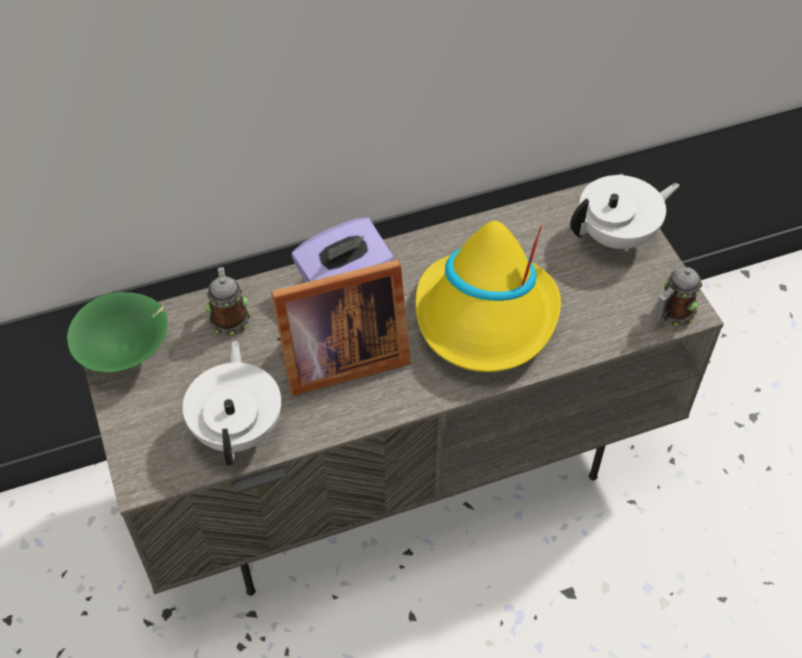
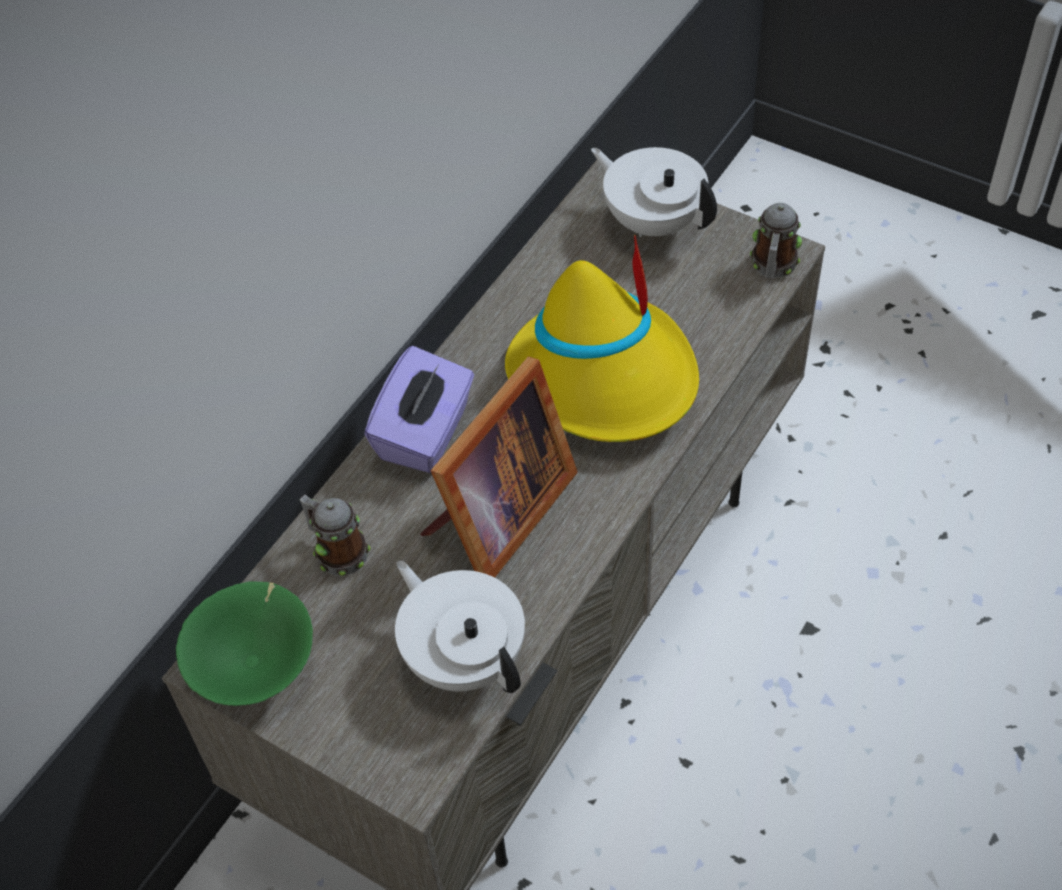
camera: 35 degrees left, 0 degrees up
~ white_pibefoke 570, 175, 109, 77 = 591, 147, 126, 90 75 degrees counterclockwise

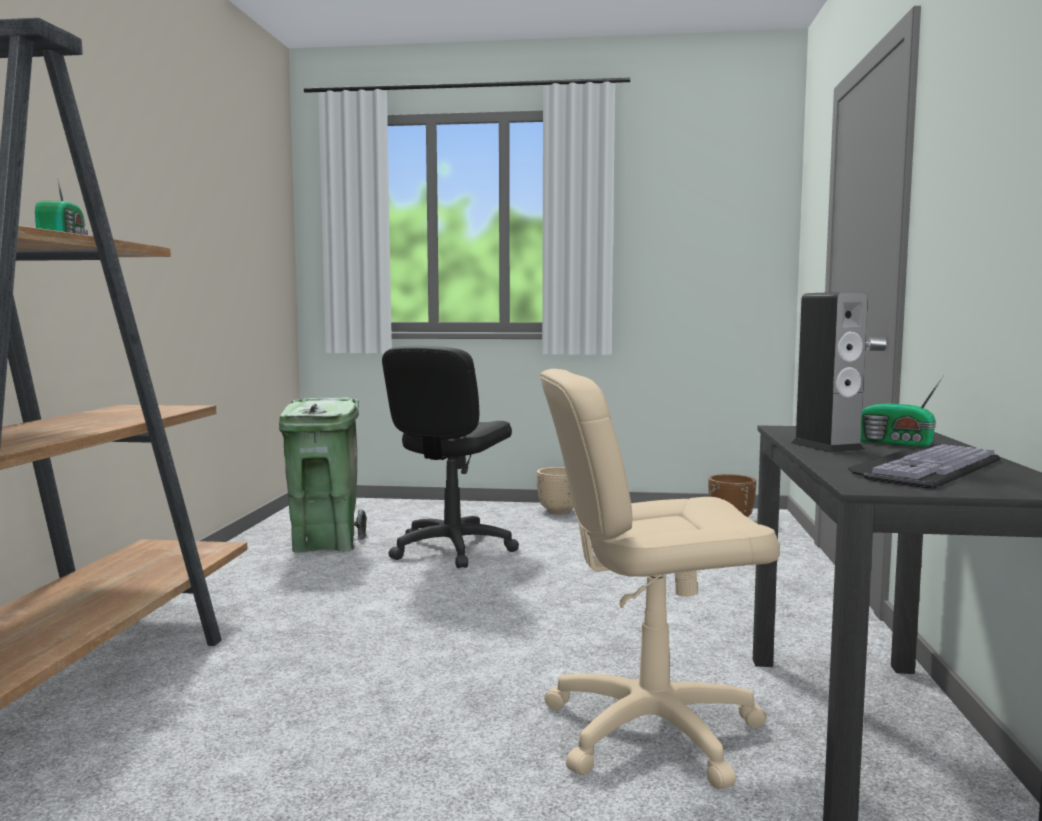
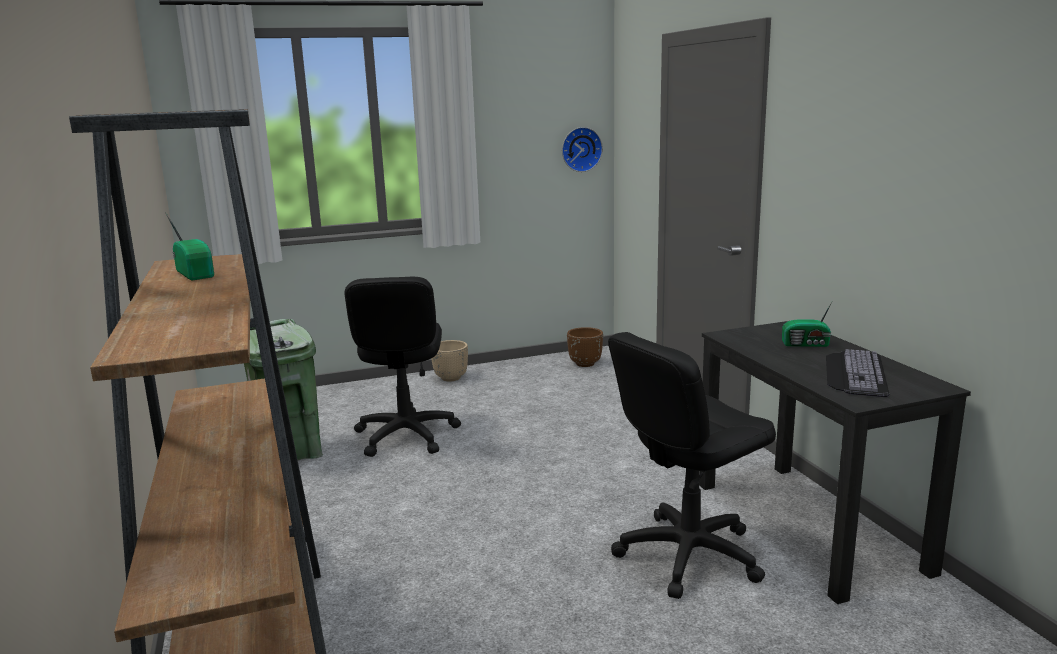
camera: 25 degrees left, 10 degrees up
- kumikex 791, 292, 77, 161
~ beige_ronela 540, 369, 240, 420 to black_ronela 608, 332, 168, 267
+ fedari 562, 127, 41, 45

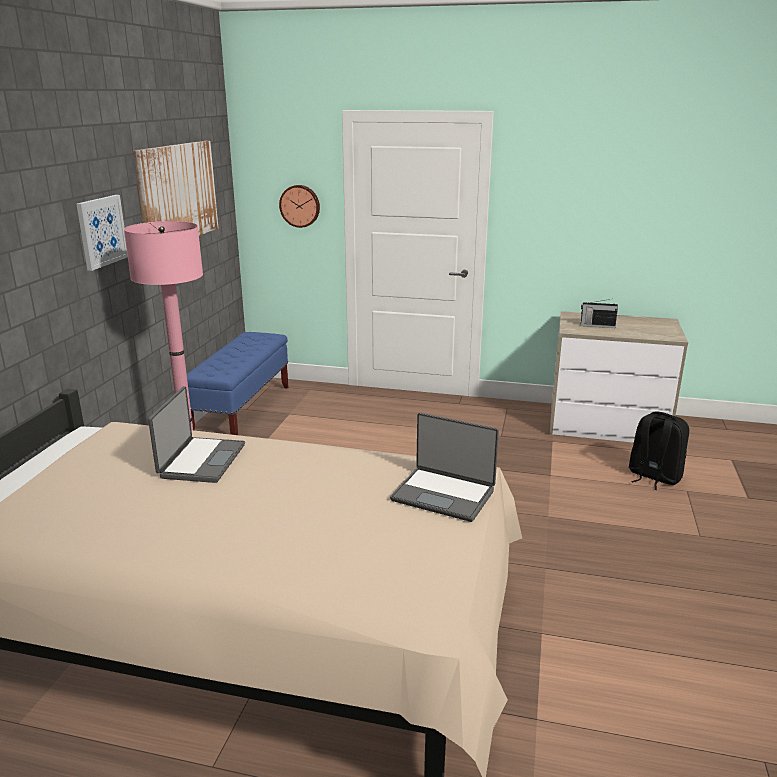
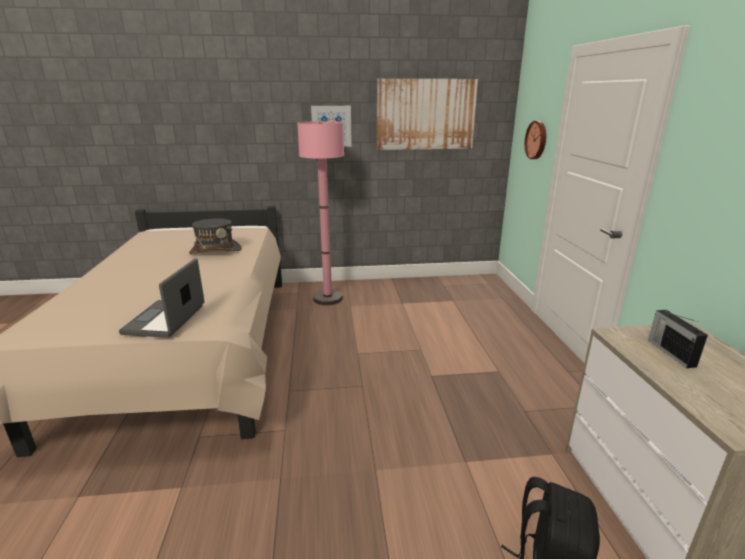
camera: 70 degrees right, 0 degrees up
- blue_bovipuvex 187, 332, 101, 103
~ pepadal 148, 386, 97, 97 to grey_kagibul 189, 218, 53, 36

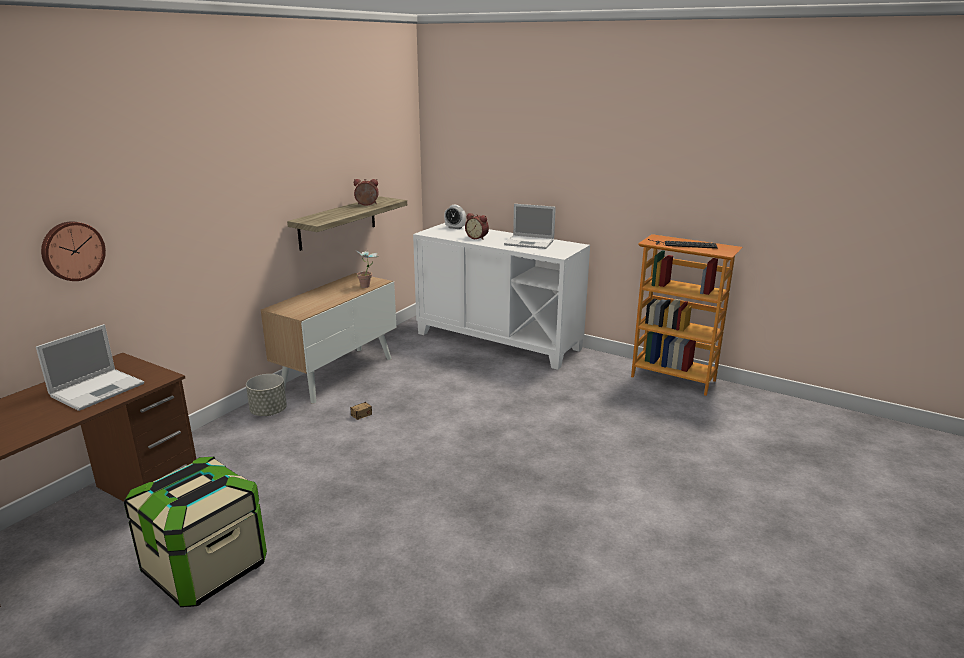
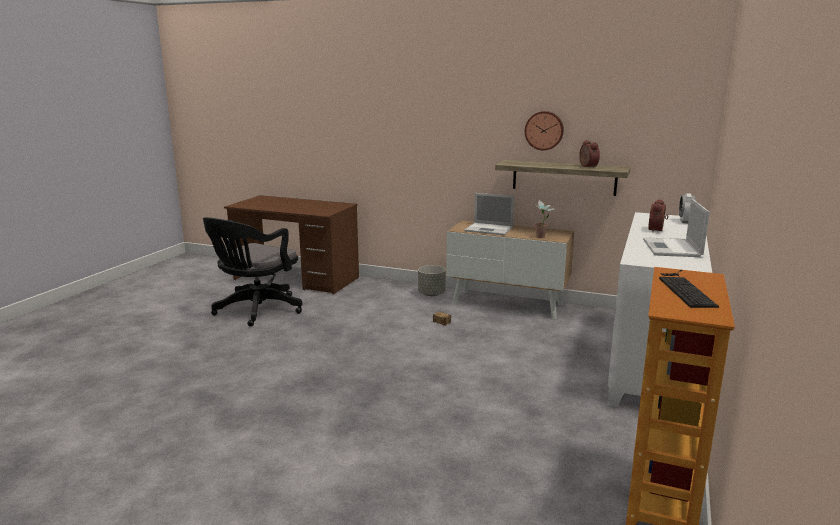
camera: 80 degrees right, 5 degrees down
~ fedari 41, 221, 65, 60 to 525, 111, 39, 40
~ pepadal 36, 324, 108, 87 to 465, 193, 49, 42
~ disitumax 124, 457, 143, 150 to black_ronela 203, 217, 100, 110

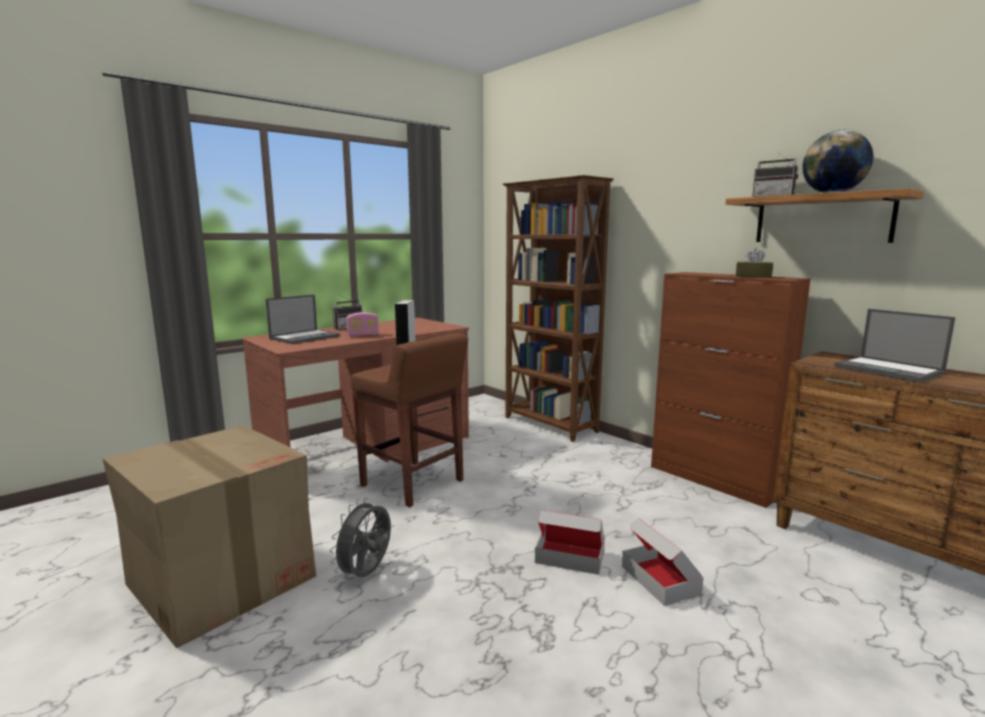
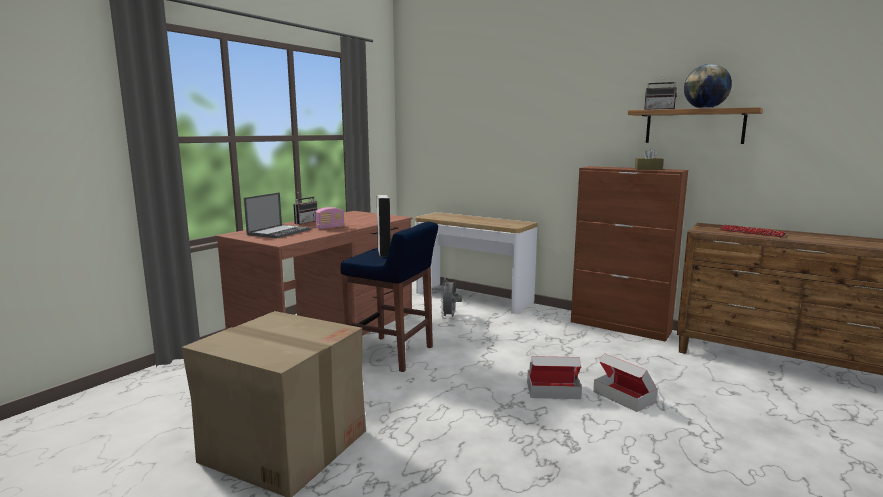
camera: 15 degrees left, 0 degrees up
~ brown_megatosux 502, 175, 112, 267 to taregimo 415, 212, 123, 102
~ pepadal 834, 309, 122, 73 to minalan 719, 225, 67, 12
~ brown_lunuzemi 351, 333, 117, 174 to blue_lunuzemi 340, 222, 98, 150
~ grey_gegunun 330, 498, 61, 81 to 440, 277, 22, 42

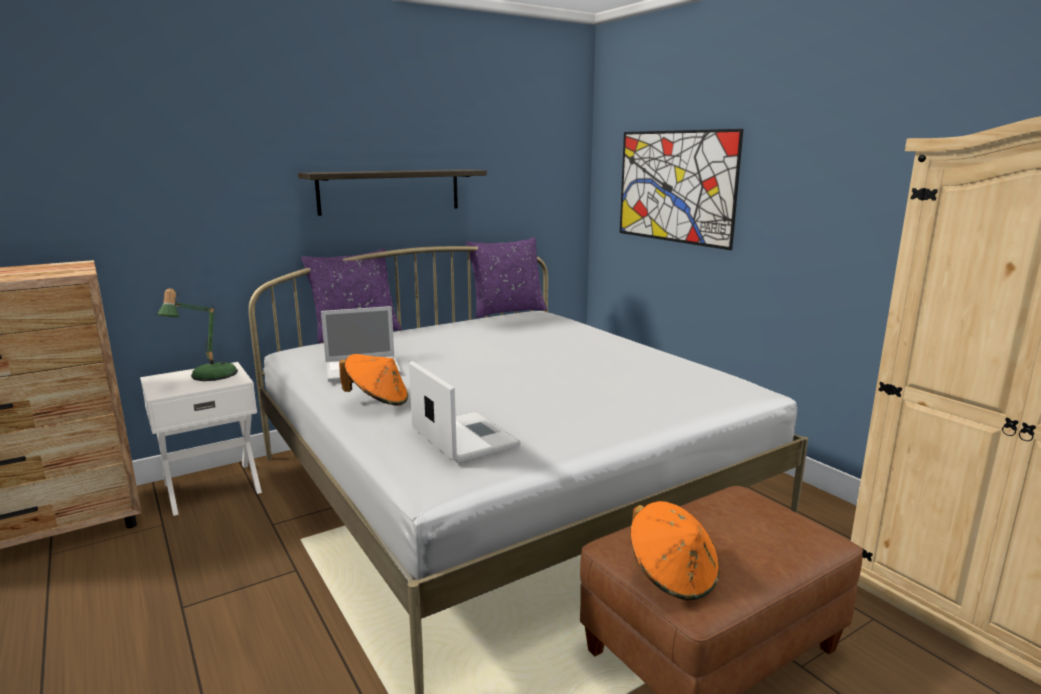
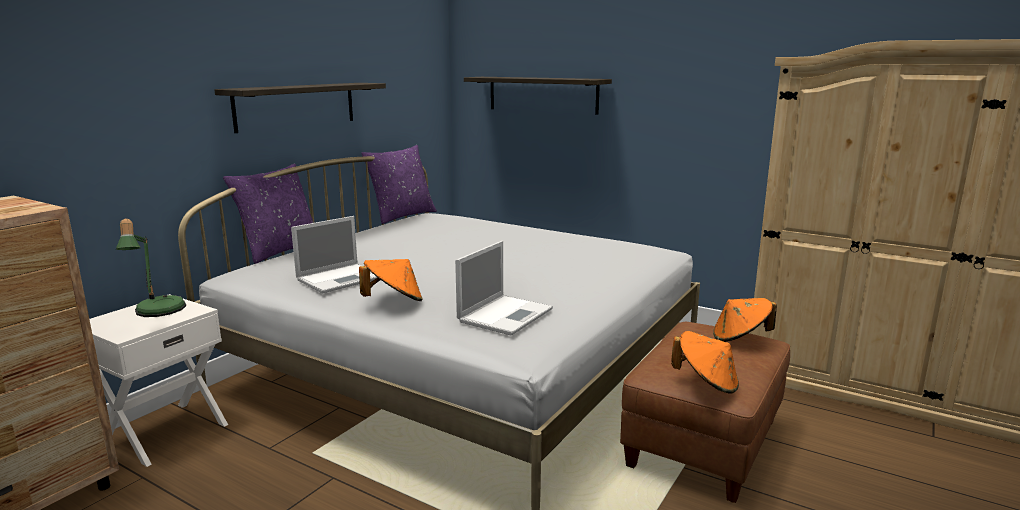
camera: 25 degrees left, 0 degrees up
~ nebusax 620, 129, 123, 121 to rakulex 464, 77, 148, 38
~ pepadal 409, 361, 112, 102 = 455, 241, 98, 95 90 degrees clockwise
+ orange_kagibul 713, 298, 64, 44

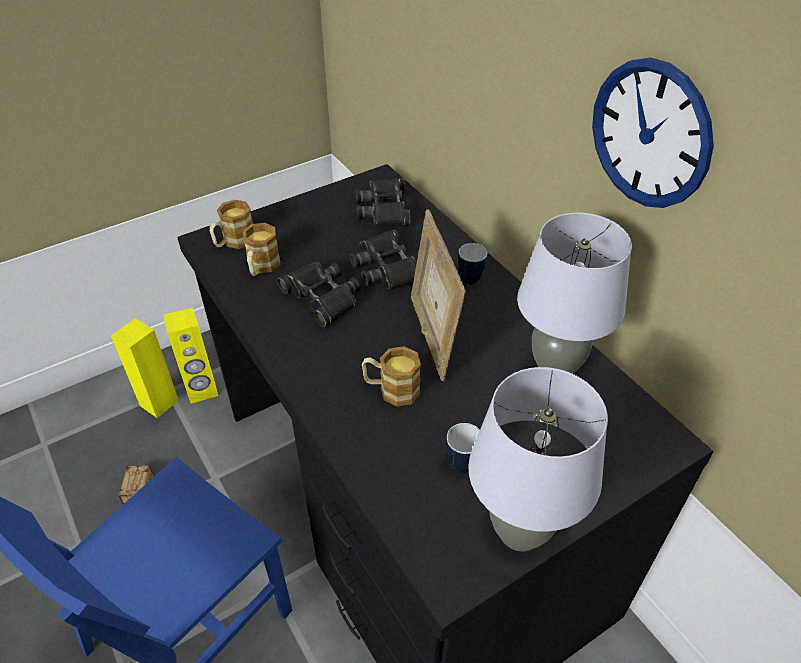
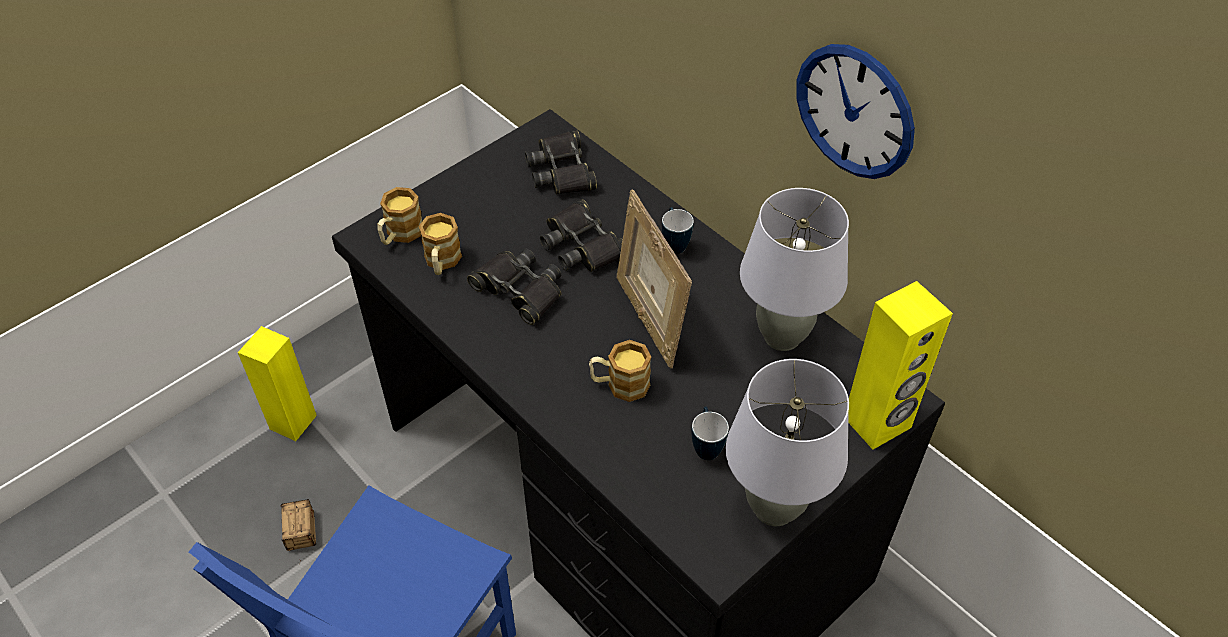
camera: 10 degrees left, 5 degrees up
~ yellow_kumikex 163, 308, 56, 96 to 848, 281, 105, 169

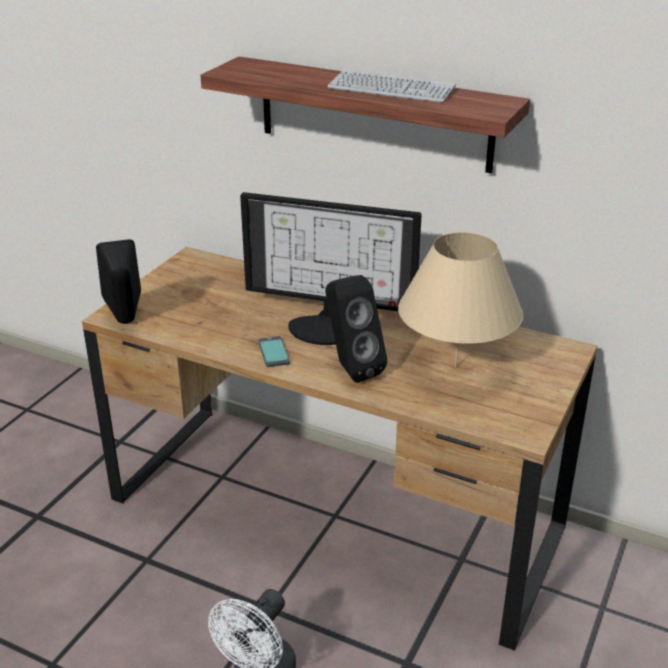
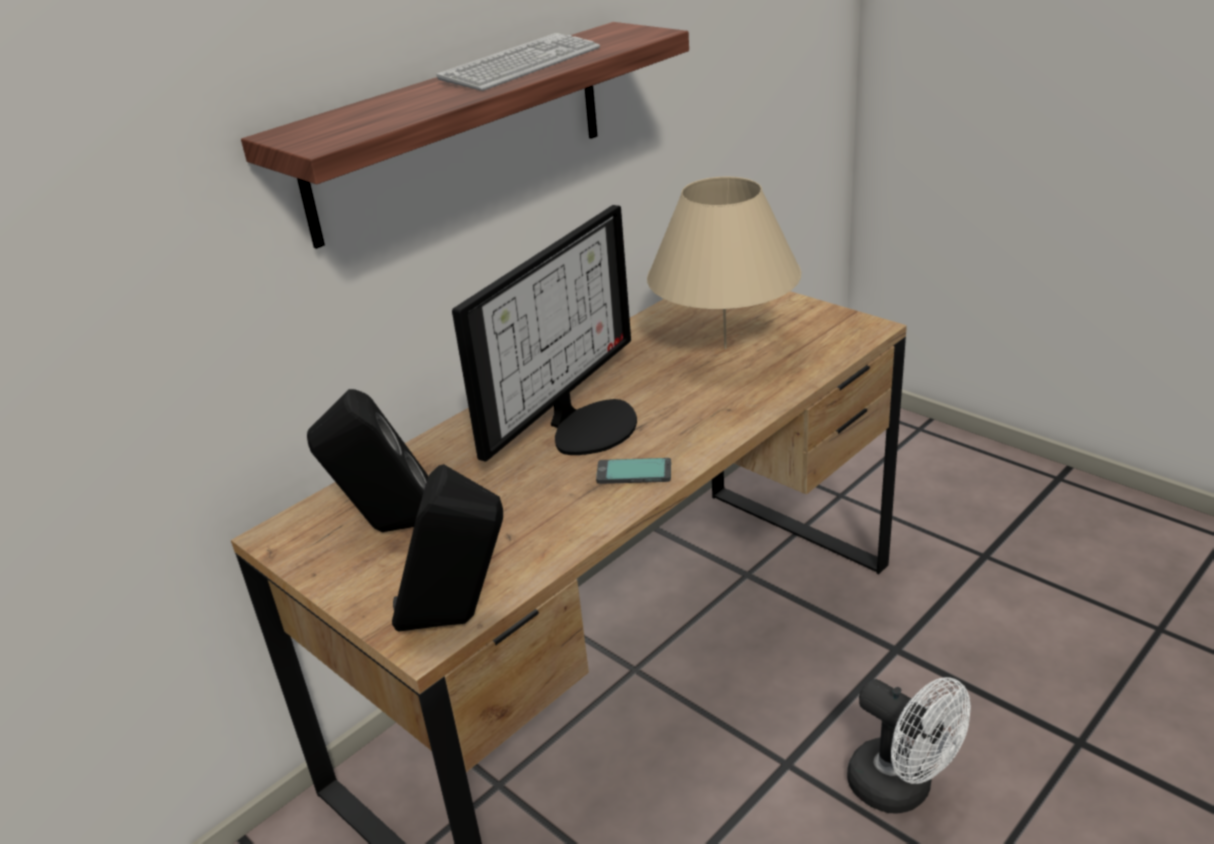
camera: 70 degrees left, 0 degrees up
~ black_kumikex 325, 275, 62, 108 to 307, 389, 121, 143

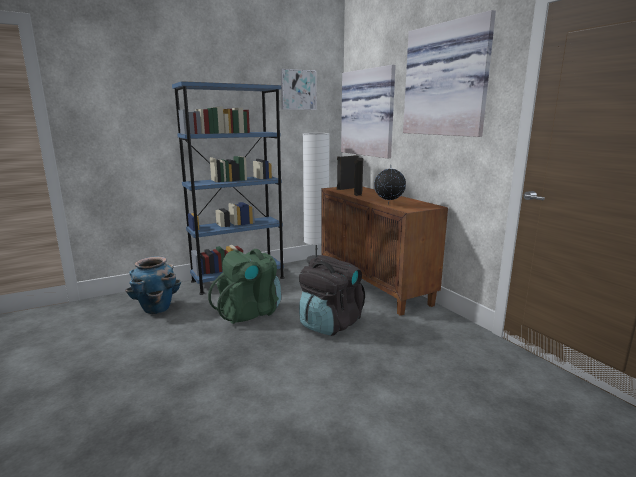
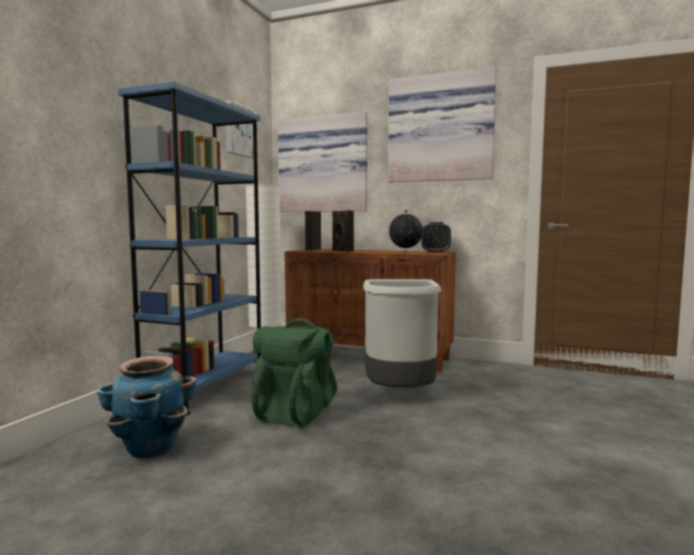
camera: 40 degrees left, 10 degrees down
~ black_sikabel 299, 255, 66, 81 to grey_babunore 363, 279, 78, 109
+ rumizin 422, 222, 29, 30

